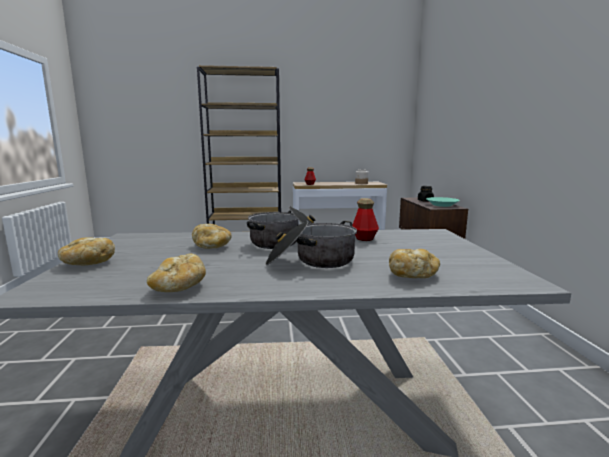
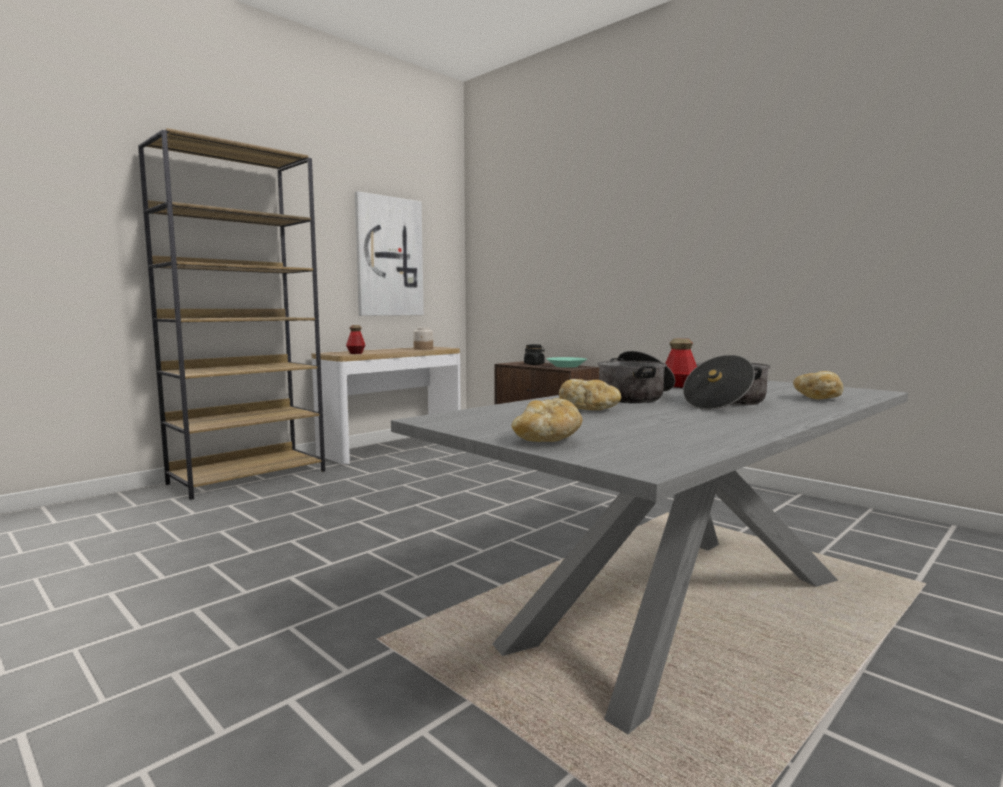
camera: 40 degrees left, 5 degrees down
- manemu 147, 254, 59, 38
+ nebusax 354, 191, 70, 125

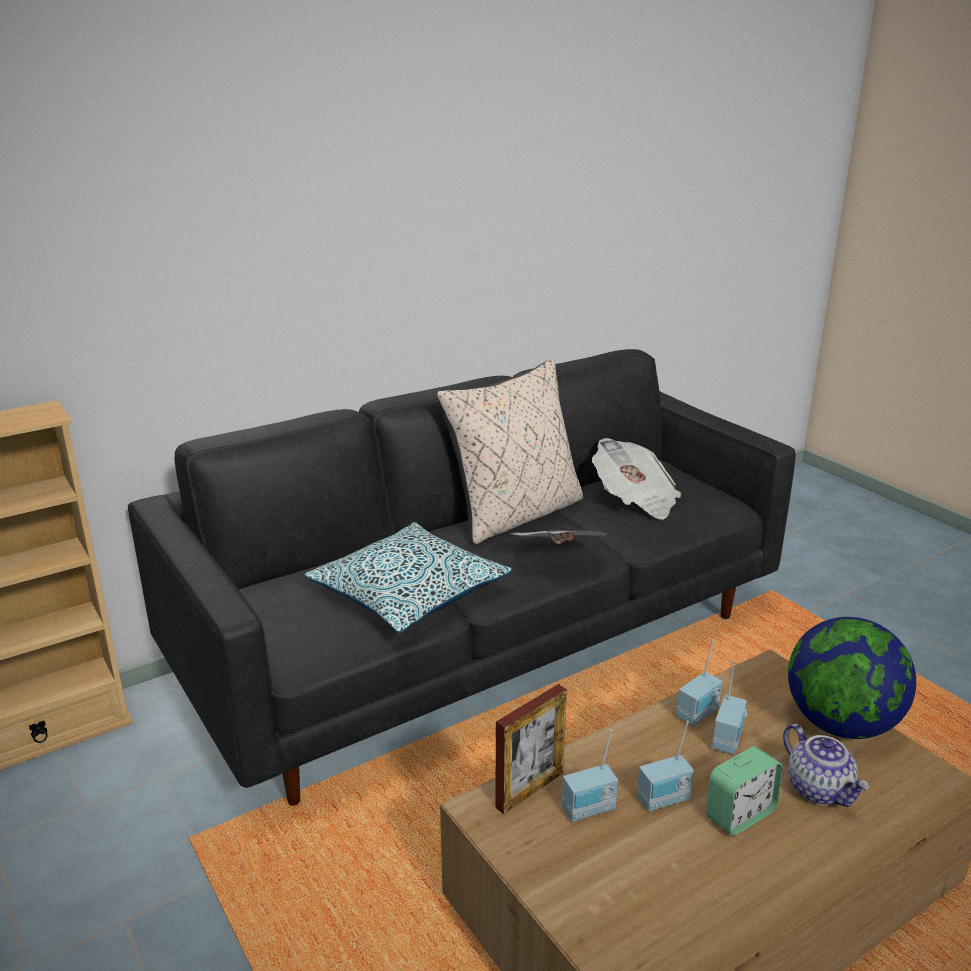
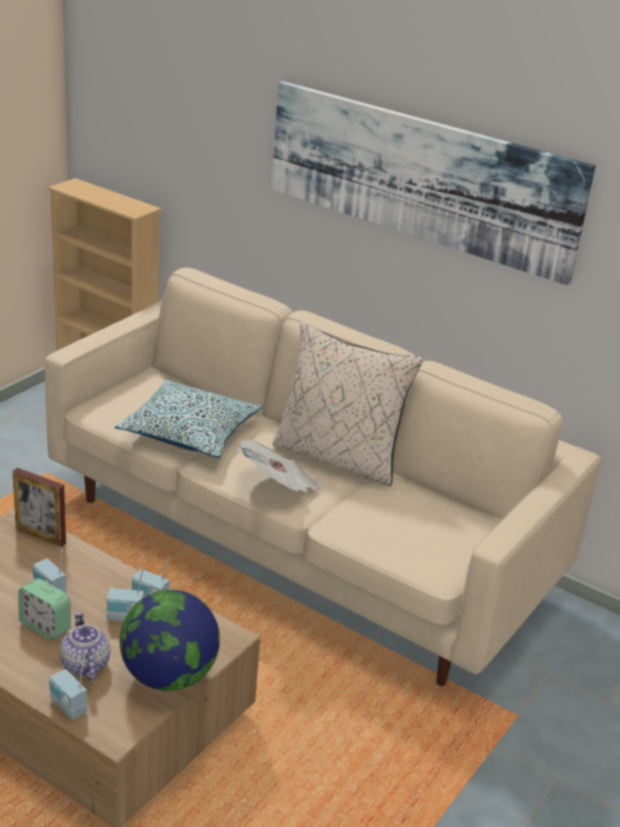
camera: 65 degrees right, 5 degrees up
~ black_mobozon 128, 349, 668, 457 to beige_mobozon 45, 268, 557, 418
- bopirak 592, 438, 89, 82
~ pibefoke 783, 724, 87, 83 = 60, 611, 50, 70 120 degrees clockwise
~ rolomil 562, 730, 56, 92 to 49, 664, 38, 56
+ nebusax 271, 81, 325, 204

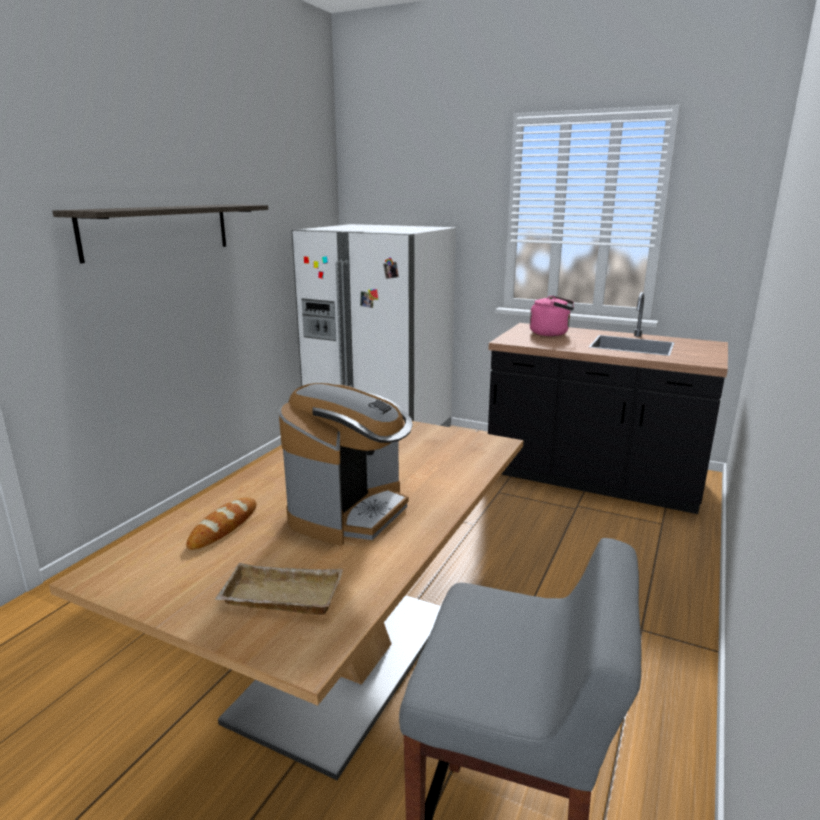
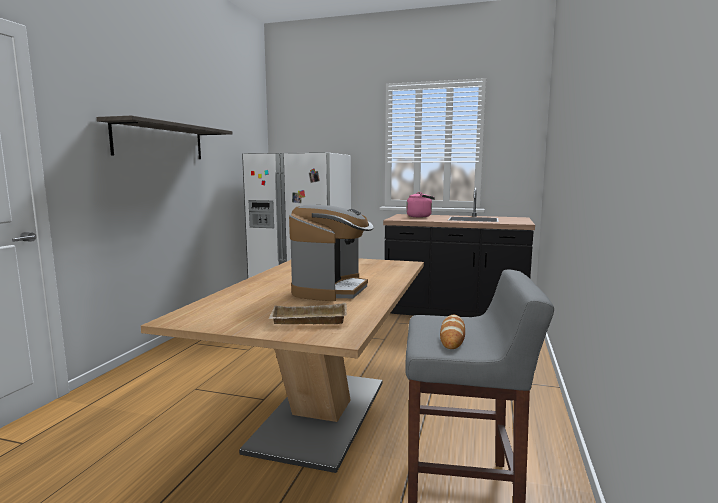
camera: 10 degrees left, 10 degrees down
~ manemu 186, 498, 71, 52 to 440, 315, 25, 34

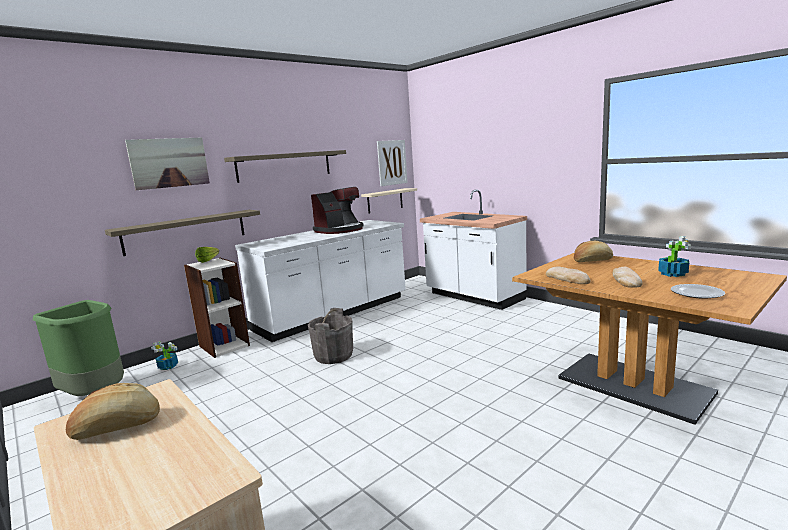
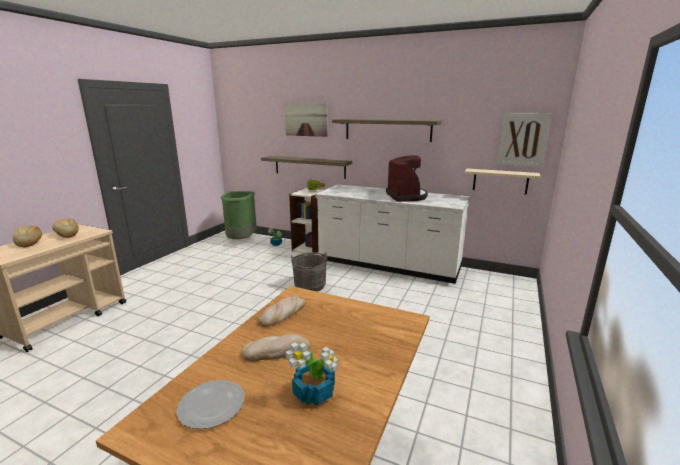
camera: 65 degrees right, 5 degrees up
~ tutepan 311, 187, 53, 47 = 386, 155, 42, 47 120 degrees counterclockwise
- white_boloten 420, 189, 107, 121
~ manemu 574, 241, 39, 21 to 13, 226, 29, 21

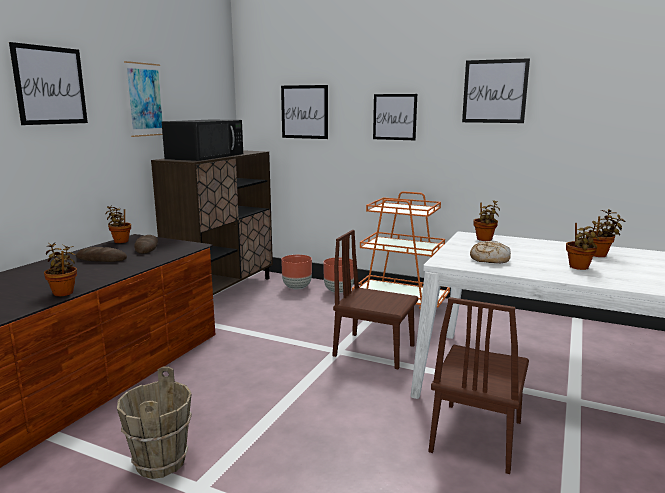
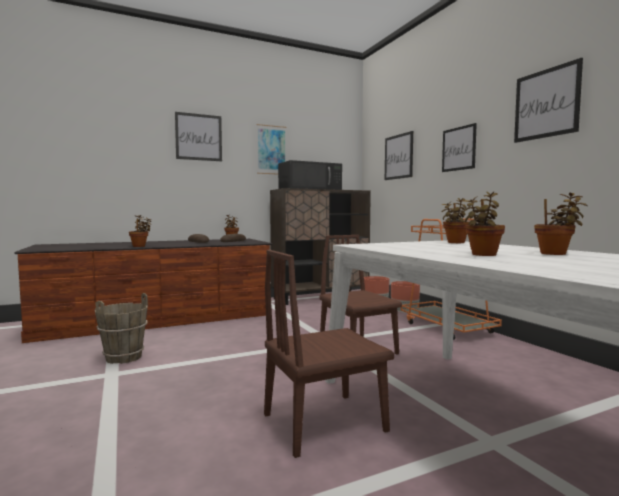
camera: 40 degrees right, 10 degrees down
- manemu 470, 241, 41, 22

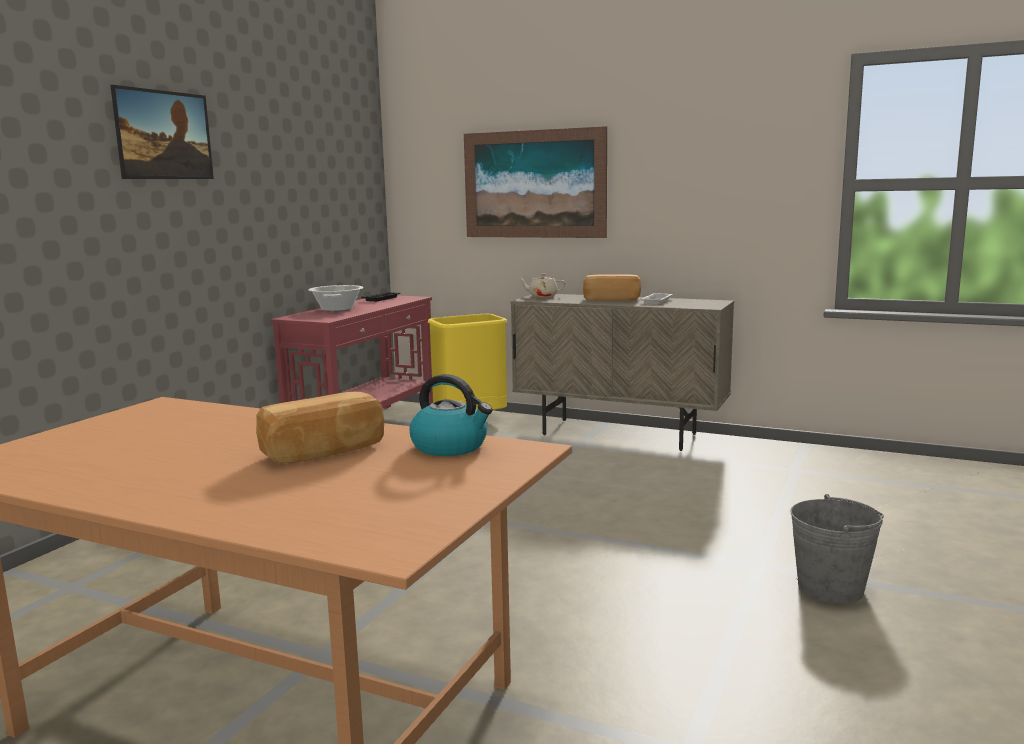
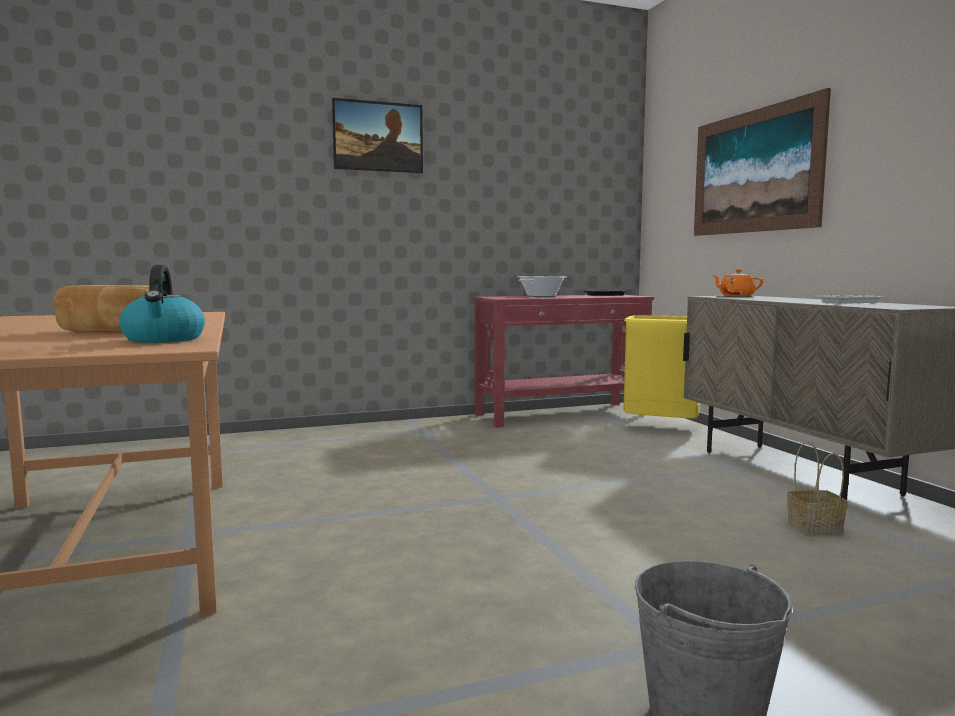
camera: 45 degrees right, 5 degrees down
~ beige_pibefoke 519, 273, 46, 24 to orange_pibefoke 712, 269, 51, 27
- manemu 583, 274, 58, 27
+ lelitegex 787, 442, 61, 93

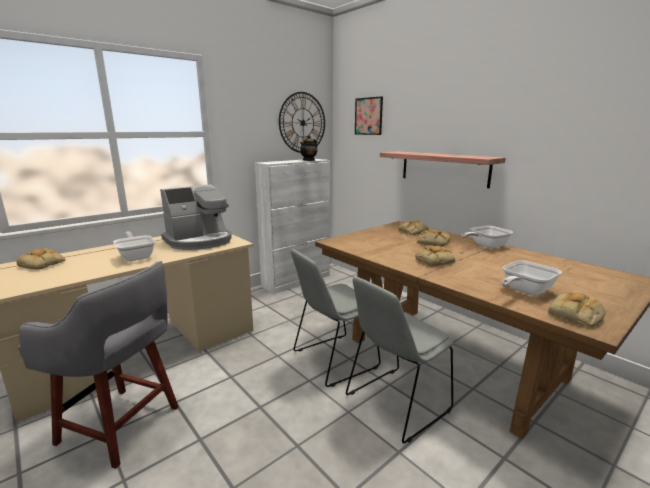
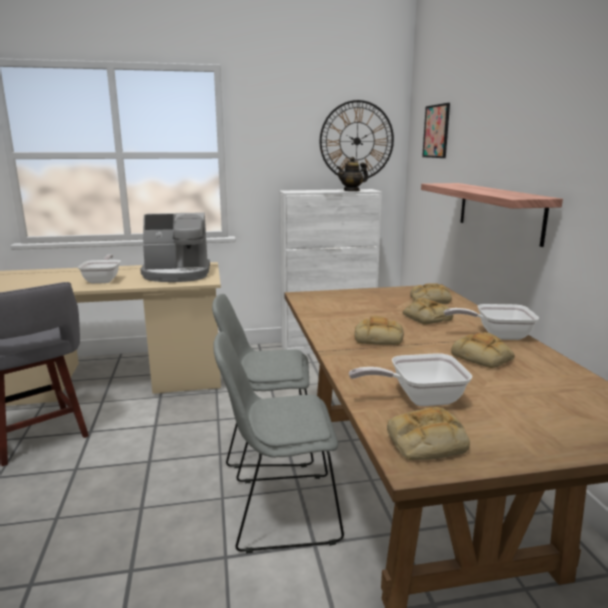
camera: 30 degrees right, 0 degrees up
~ manemu 16, 248, 50, 22 to 451, 332, 64, 36

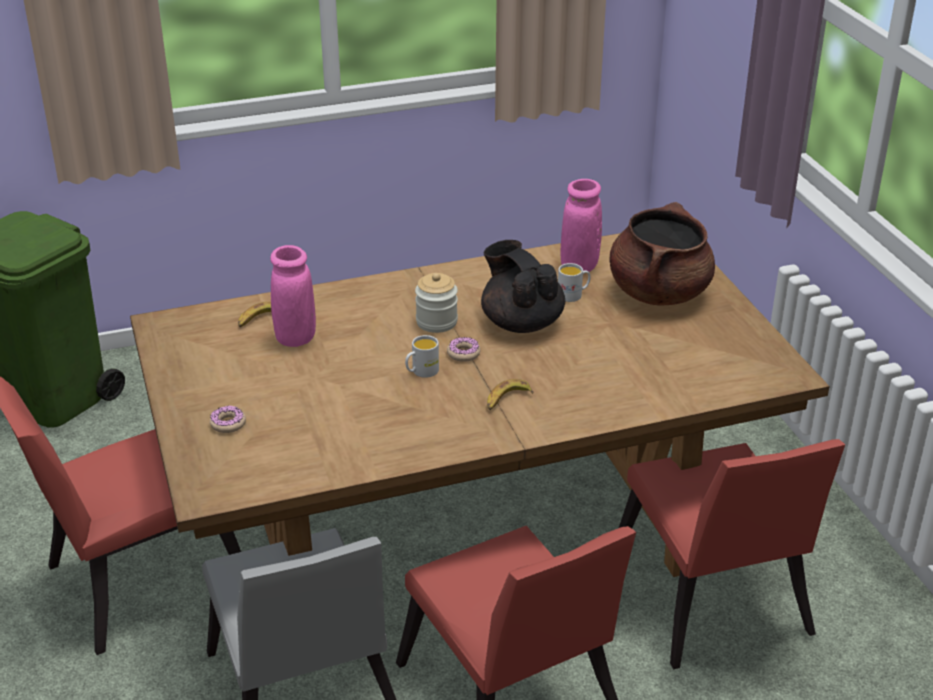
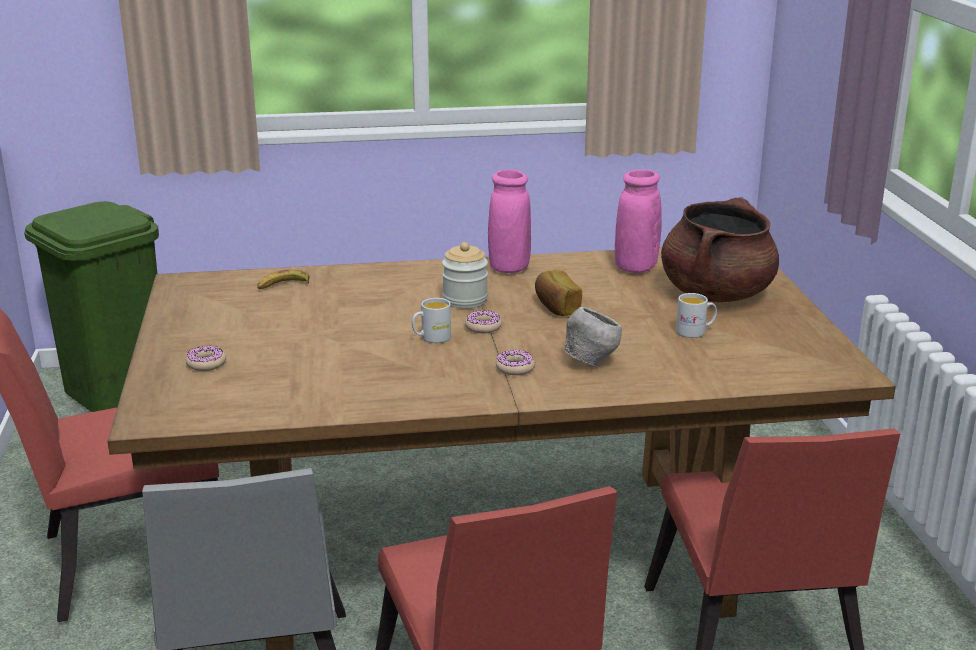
camera: 10 degrees right, 10 degrees down
~ black_pibefoke 481, 240, 84, 93 to manemu 535, 270, 47, 46
~ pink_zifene 270, 245, 46, 102 to 488, 170, 43, 103
~ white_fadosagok 558, 263, 32, 39 to 676, 293, 41, 45
~ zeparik 487, 379, 46, 31 to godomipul 496, 350, 39, 25
+ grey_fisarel 564, 307, 58, 60

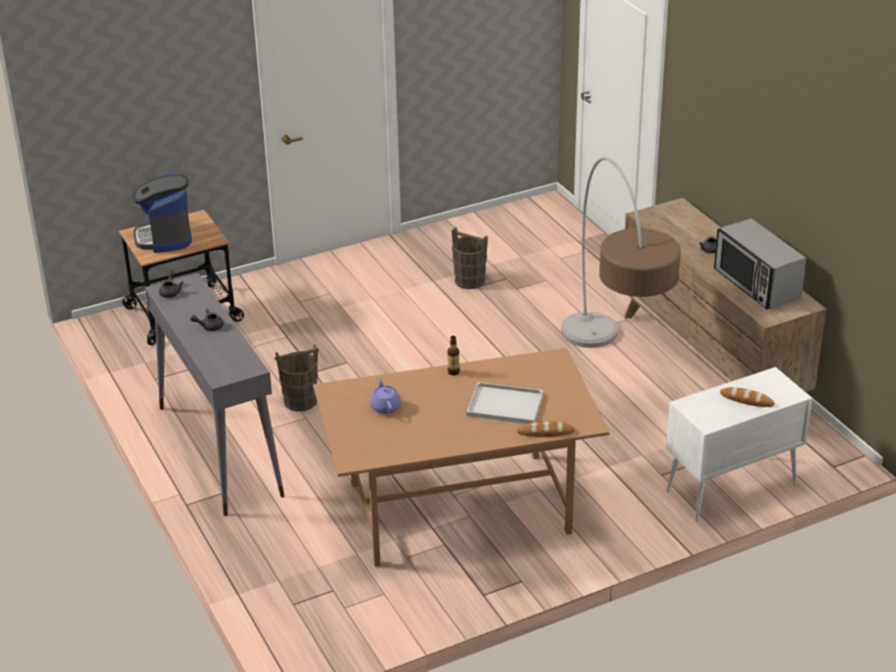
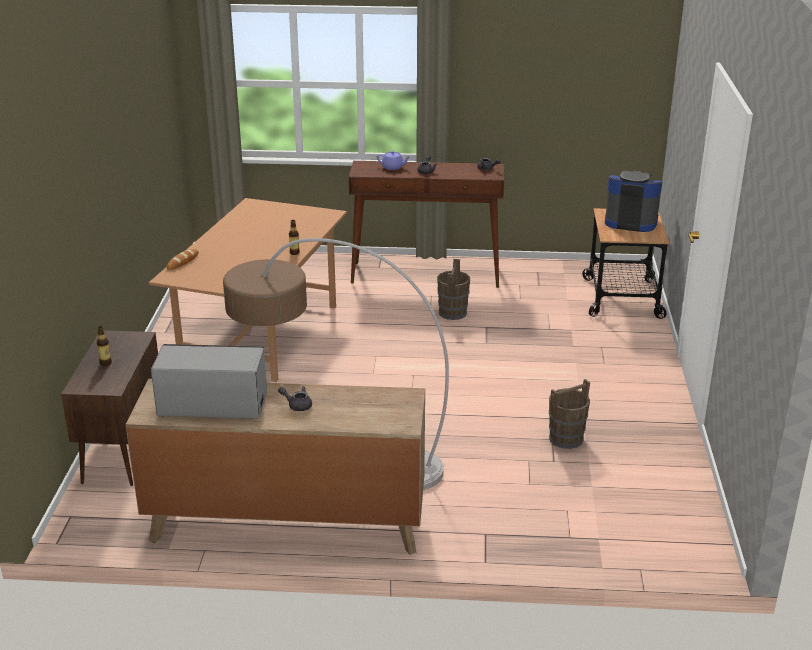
camera: 120 degrees right, 5 degrees down
~ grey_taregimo 145, 273, 139, 243 to brown_taregimo 349, 161, 155, 127
~ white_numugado 666, 367, 146, 155 to brown_numugado 61, 330, 97, 156
~ purple_pibefoke 370, 377, 31, 37 to 377, 151, 34, 19
- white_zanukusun 467, 382, 76, 42
~ manemu 720, 387, 55, 20 to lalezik 97, 326, 15, 40

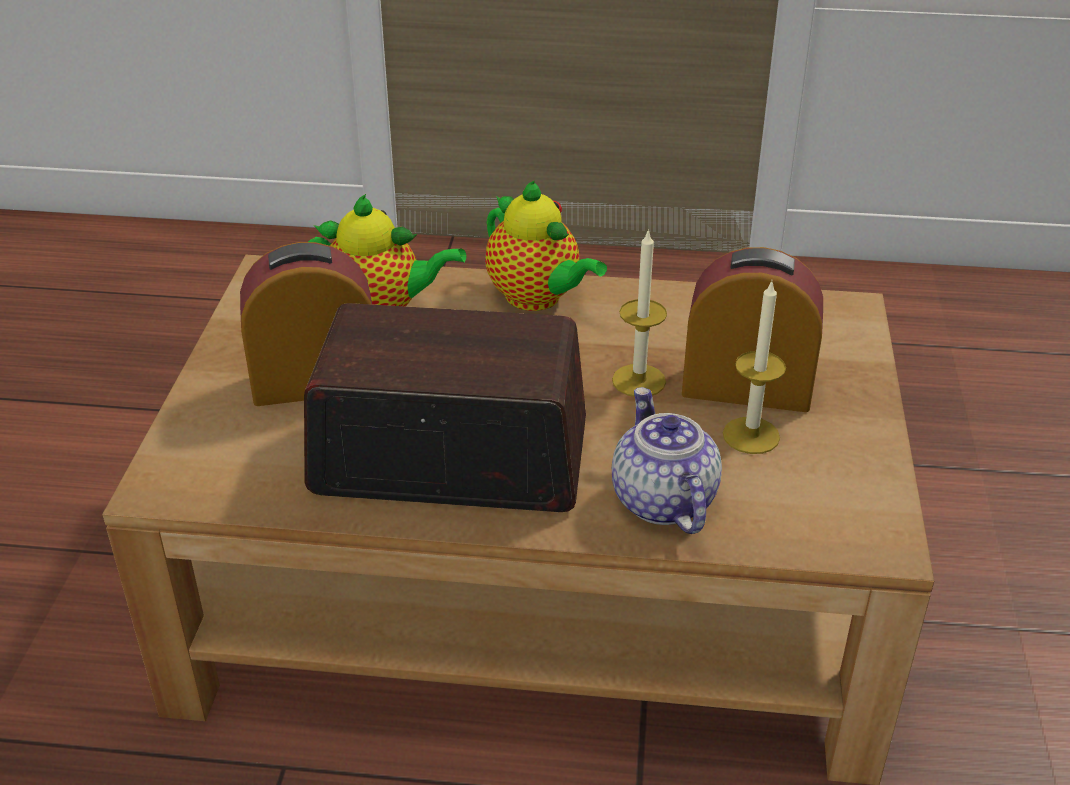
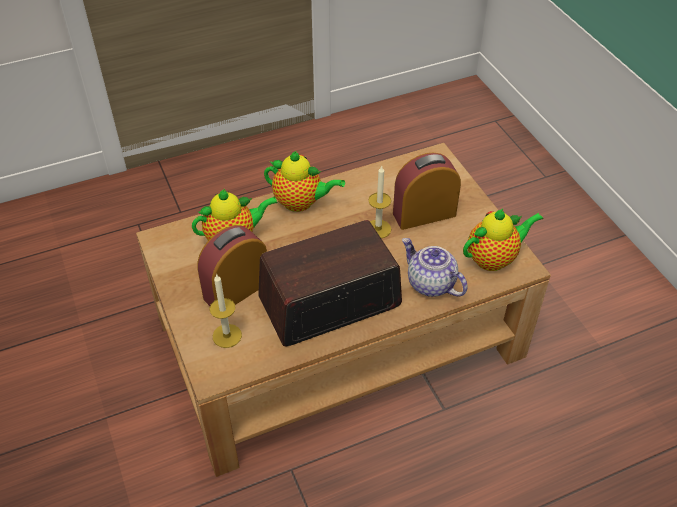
camera: 30 degrees left, 10 degrees up
~ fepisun 723, 279, 63, 175 to 209, 273, 33, 75
+ pibefoke 463, 209, 80, 62

